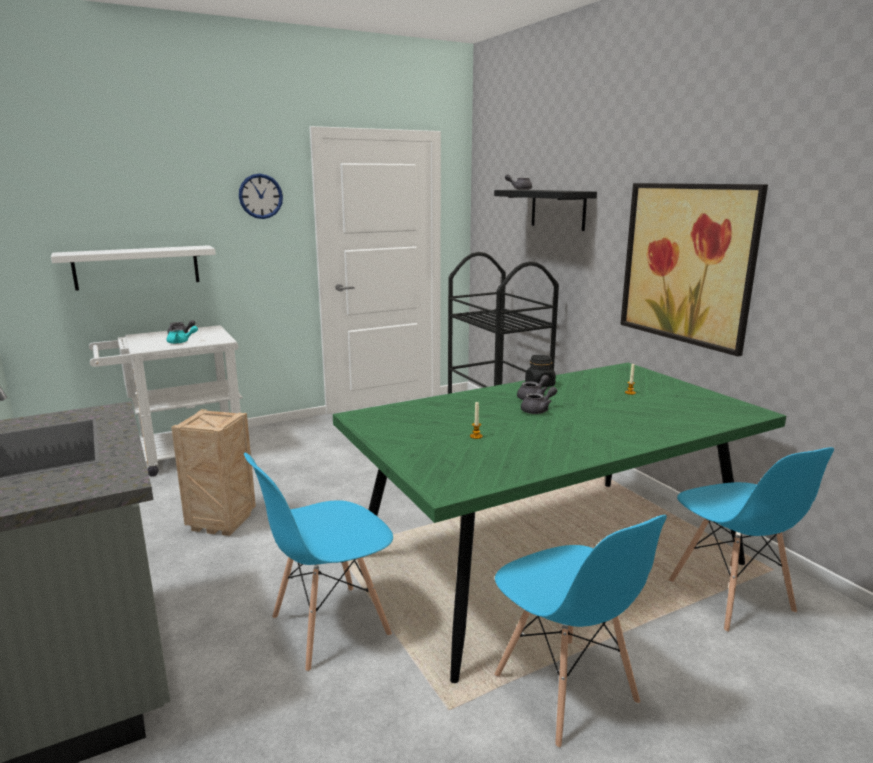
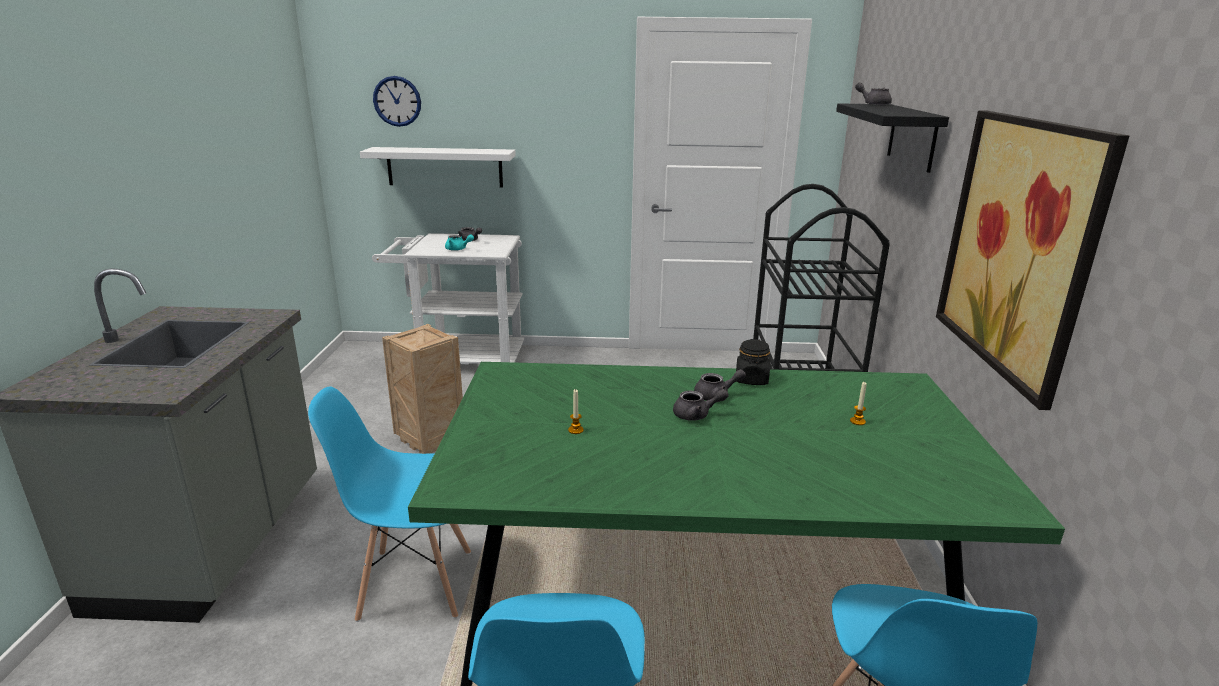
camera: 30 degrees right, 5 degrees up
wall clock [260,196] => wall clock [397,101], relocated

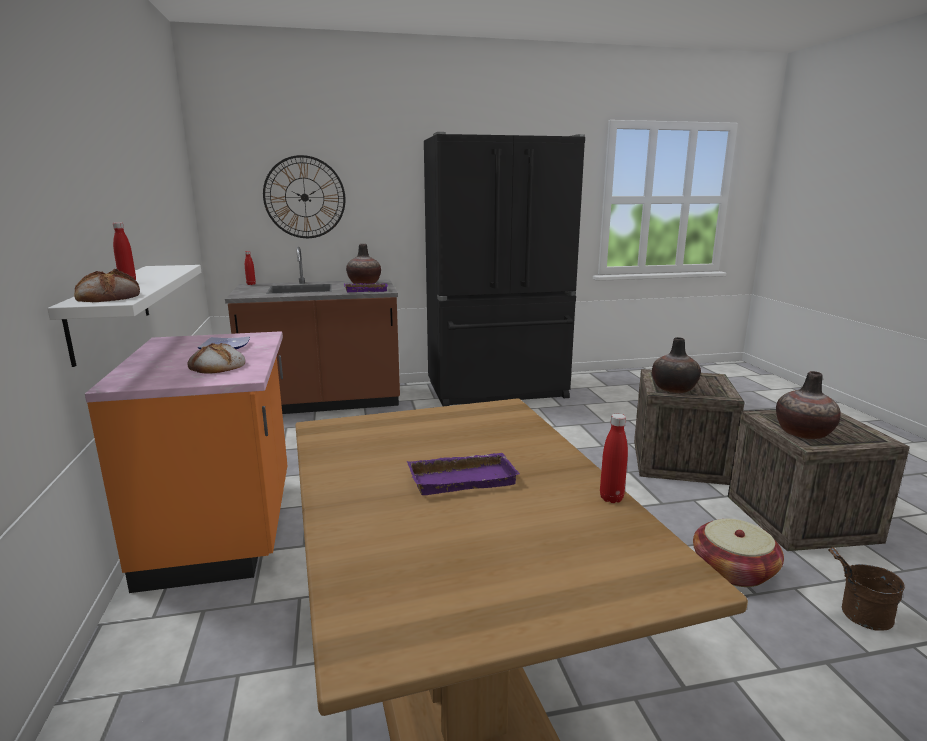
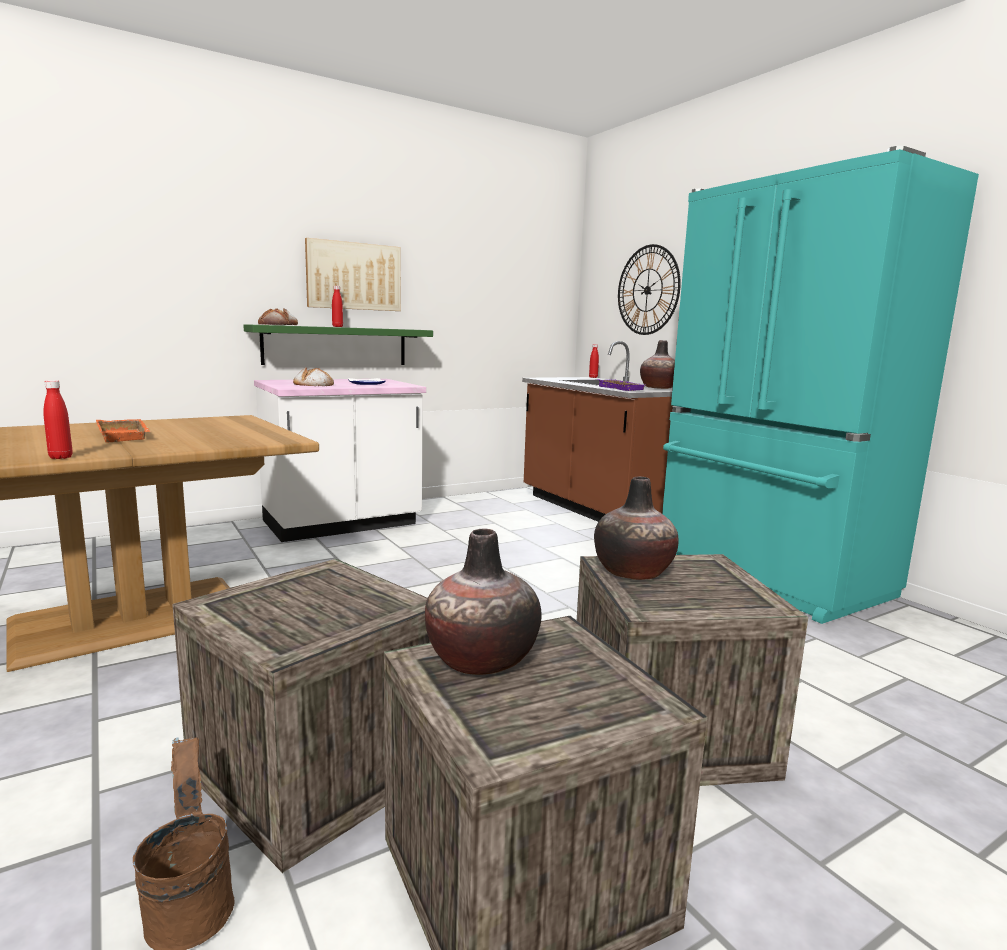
camera: 70 degrees right, 5 degrees down
black fridge [498,390] => turquoise fridge [767,576]
white shelf [111,309] => green shelf [336,346]
orange counter [224,529] => white counter [342,524]
purple tray [462,478] => orange tray [126,436]
basket [733,570] => crate [316,770]
nothing => picture [353,276]

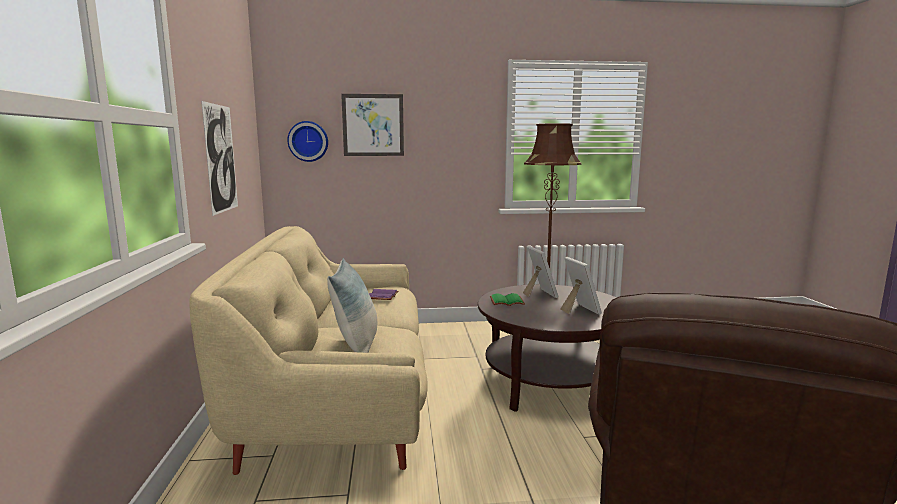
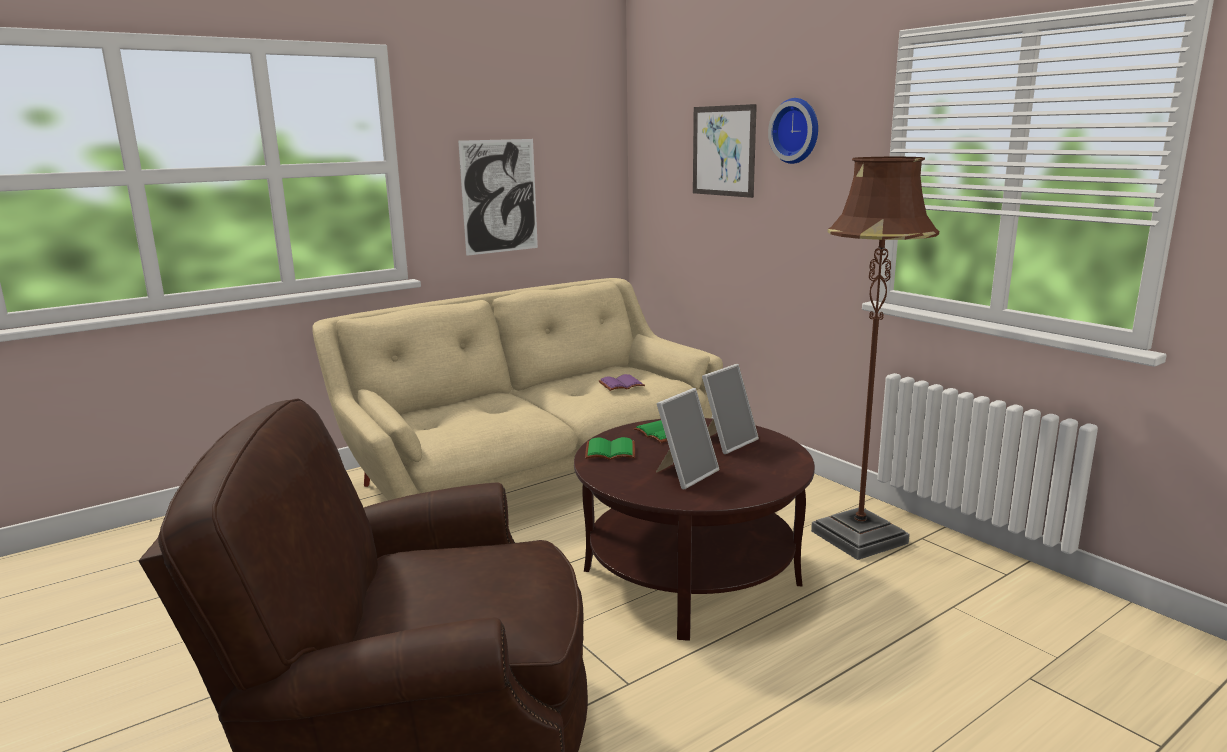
camera: 60 degrees right, 5 degrees up
wall clock [308,141] => wall clock [797,131], relocated
pillow [357,345] => nothing
nothing => green book [609,452]

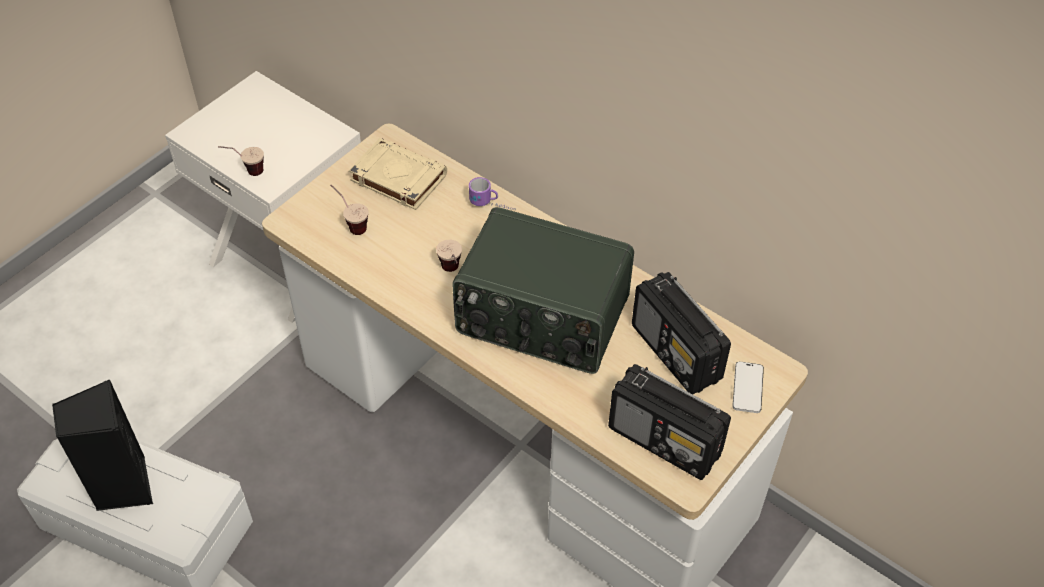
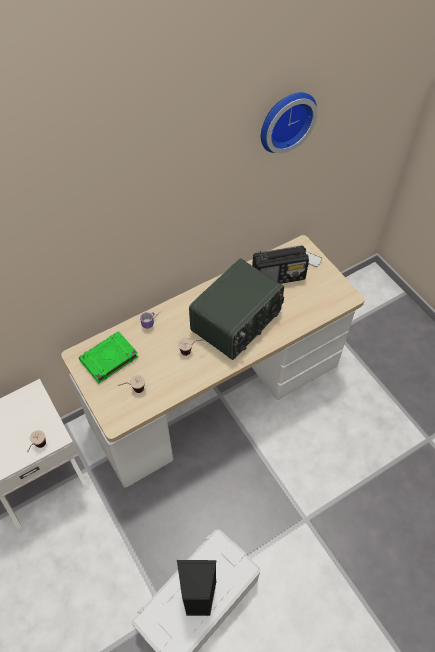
camera: 70 degrees left, 5 degrees up
beige book [397,178] => green book [108,359]
radio [665,441] => nothing
nothing => wall clock [285,120]

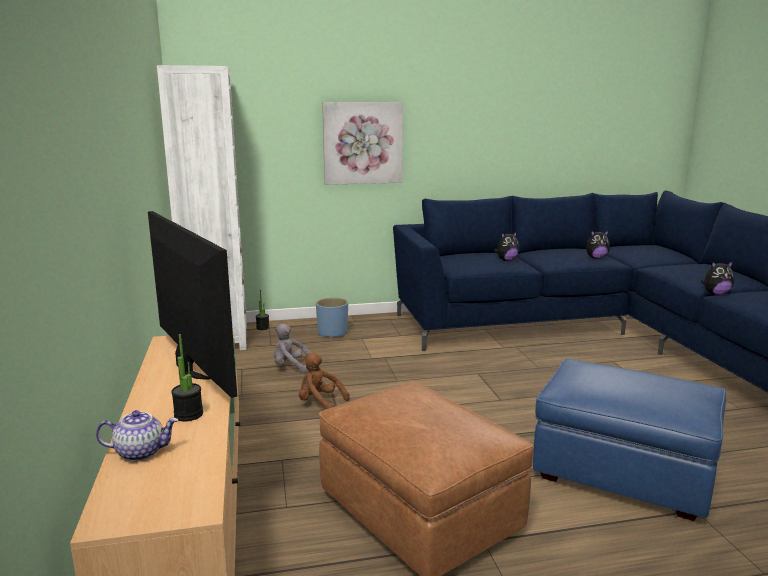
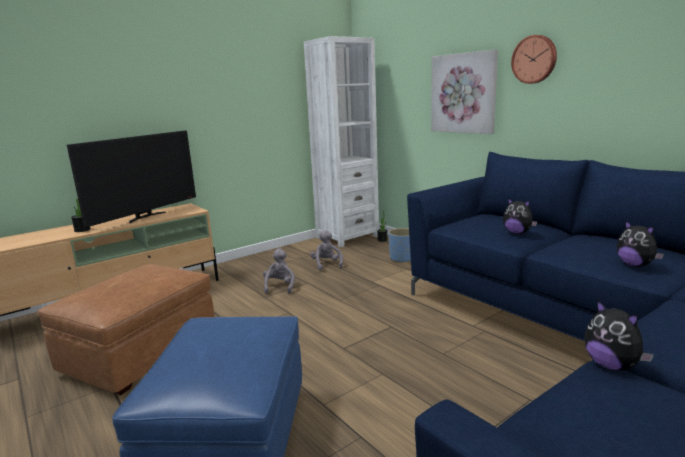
camera: 65 degrees right, 0 degrees up
brown plush toy [320,402] => grey plush toy [280,287]
teapot [141,452] => nothing
nothing => wall clock [534,59]

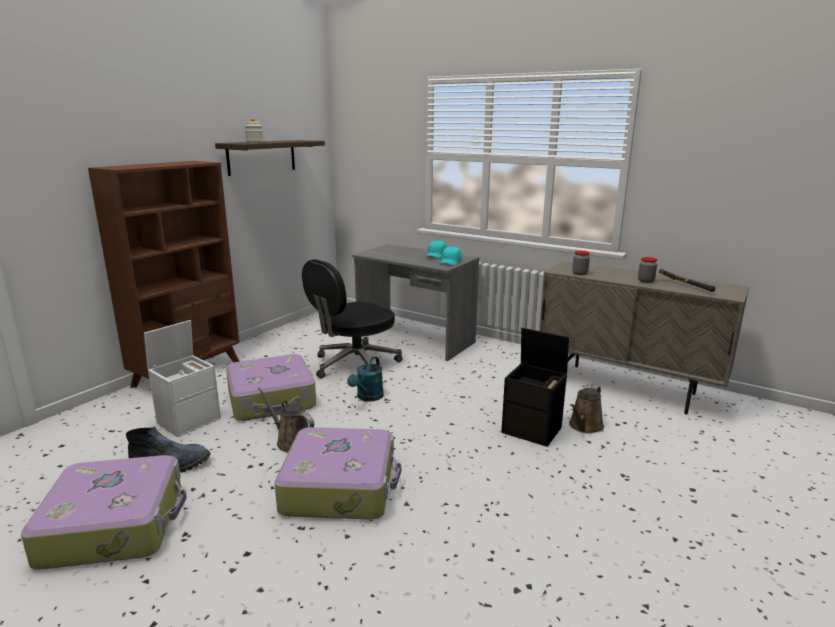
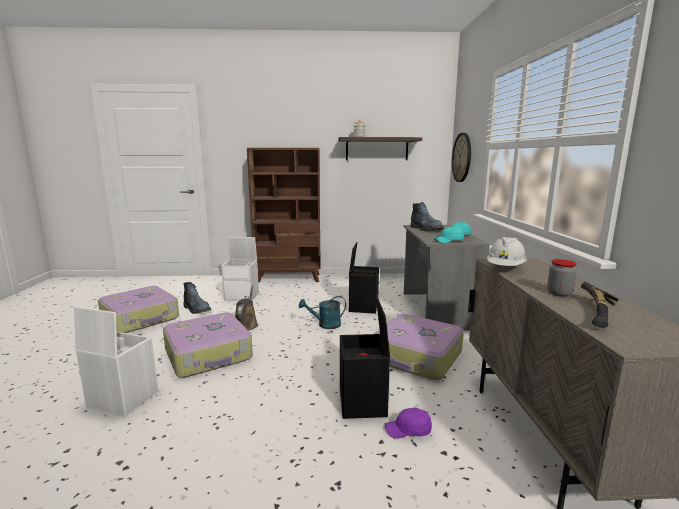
camera: 55 degrees right, 5 degrees down
jar [579,273] => white hard hat [505,268]
black office chair [354,365] => black storage box [363,306]
suitcase [272,399] => suitcase [417,357], relocated
brown watering can [584,426] => purple cap [408,431]
nothing => wall clock [462,157]
nothing => boot [426,229]
nothing => white storage box [121,399]

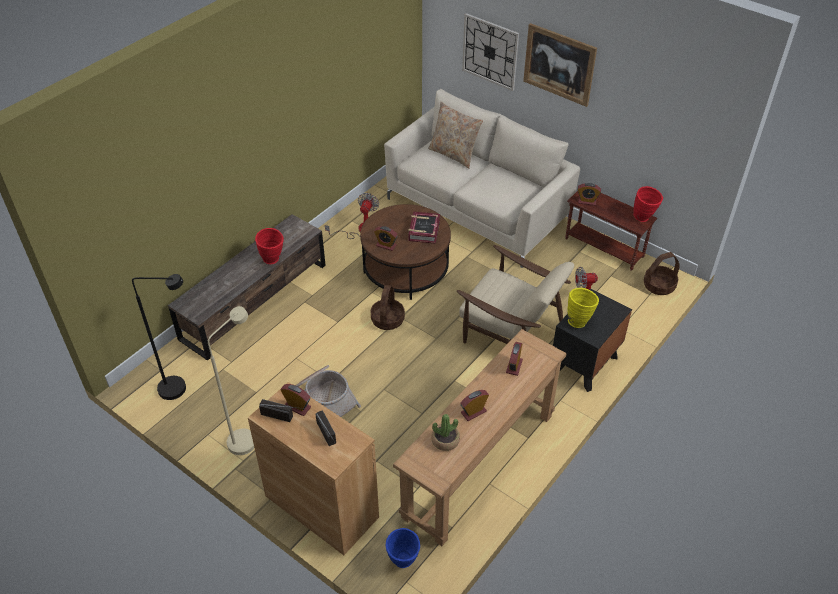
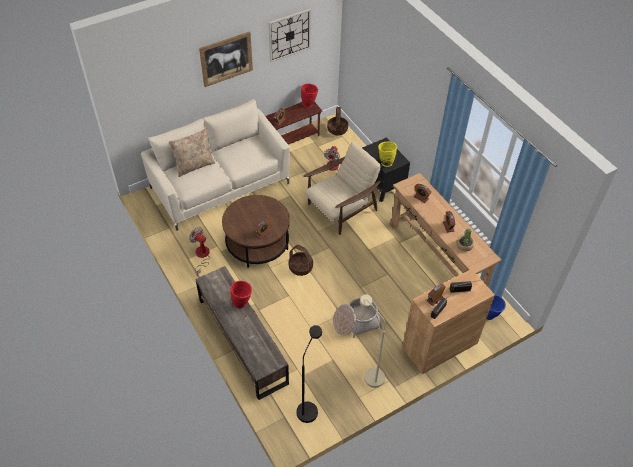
camera: 70 degrees left, 5 degrees up
wall clock [490,51] => wall clock [289,35], relocated
book [423,230] => nothing

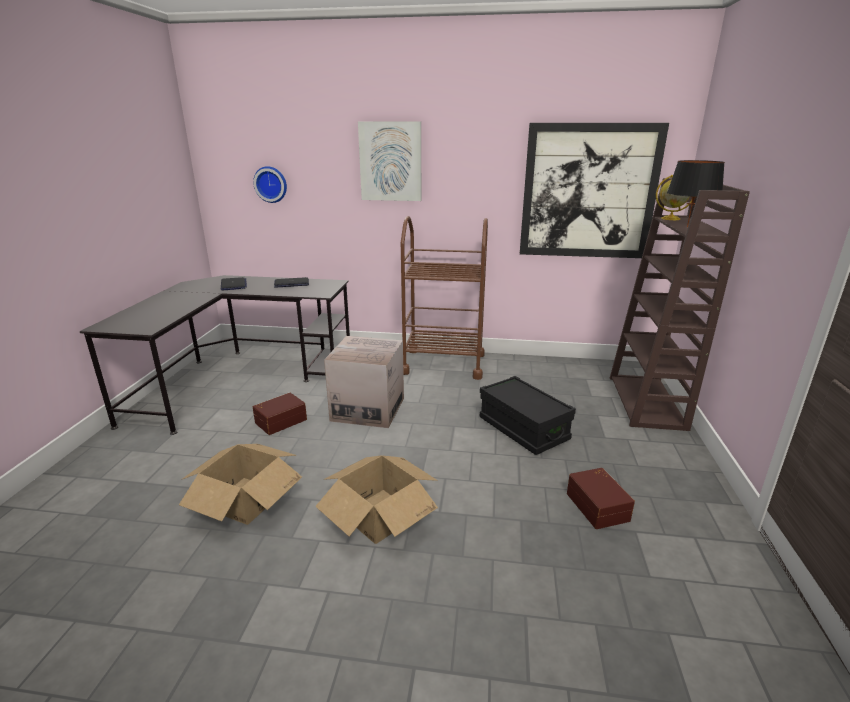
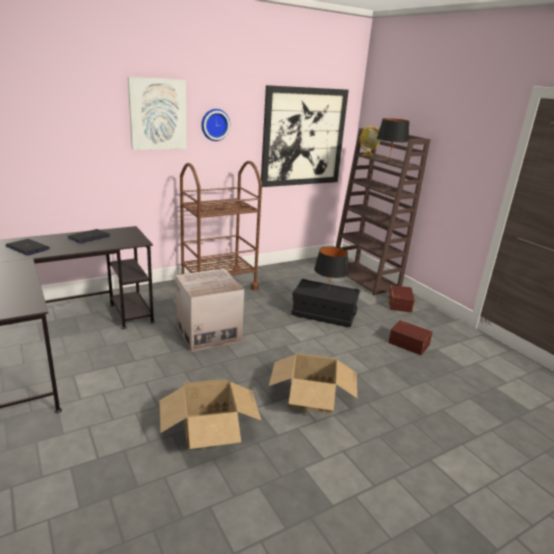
camera: 40 degrees left, 0 degrees up
wall clock [271,184] => wall clock [214,124], relocated
brown storage box [280,421] => brown storage box [399,304], relocated
nothing => black table lamp [328,291]

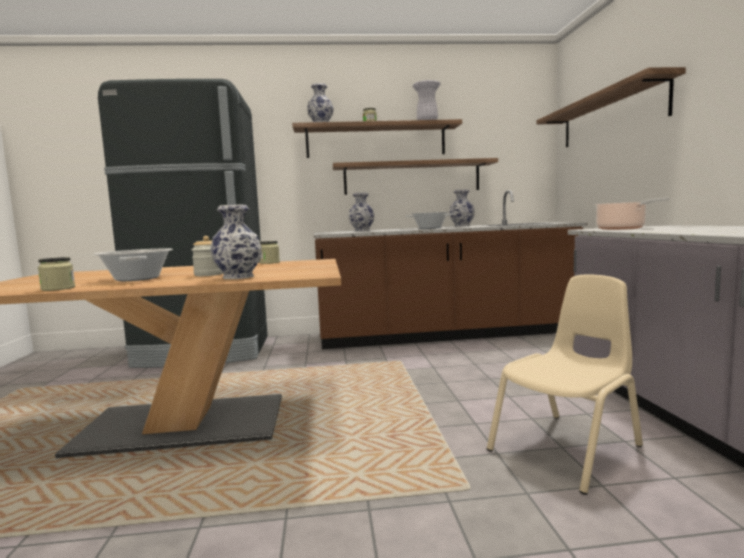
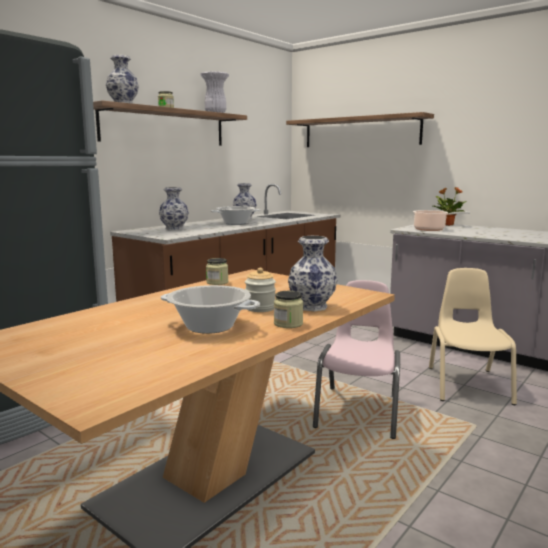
camera: 45 degrees left, 5 degrees up
shelf [412,178] => nothing
jar [58,288] => jar [288,324], relocated
nothing => potted plant [447,225]
nothing => pink chair [359,411]

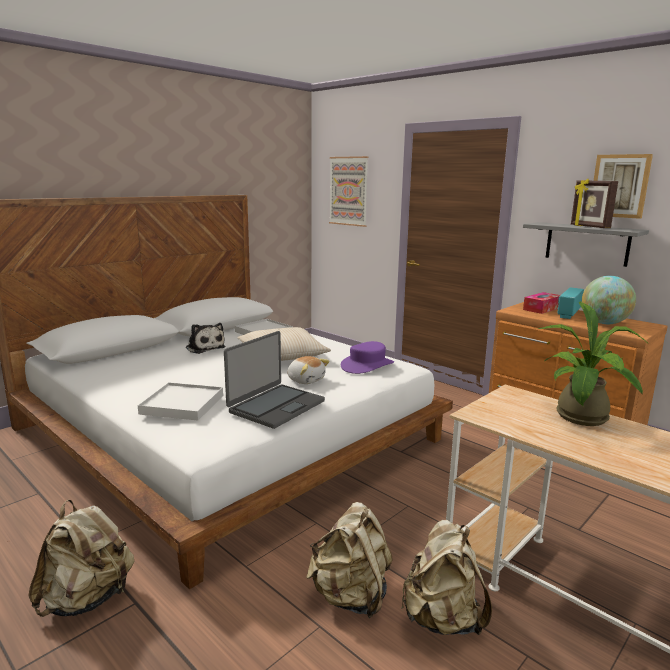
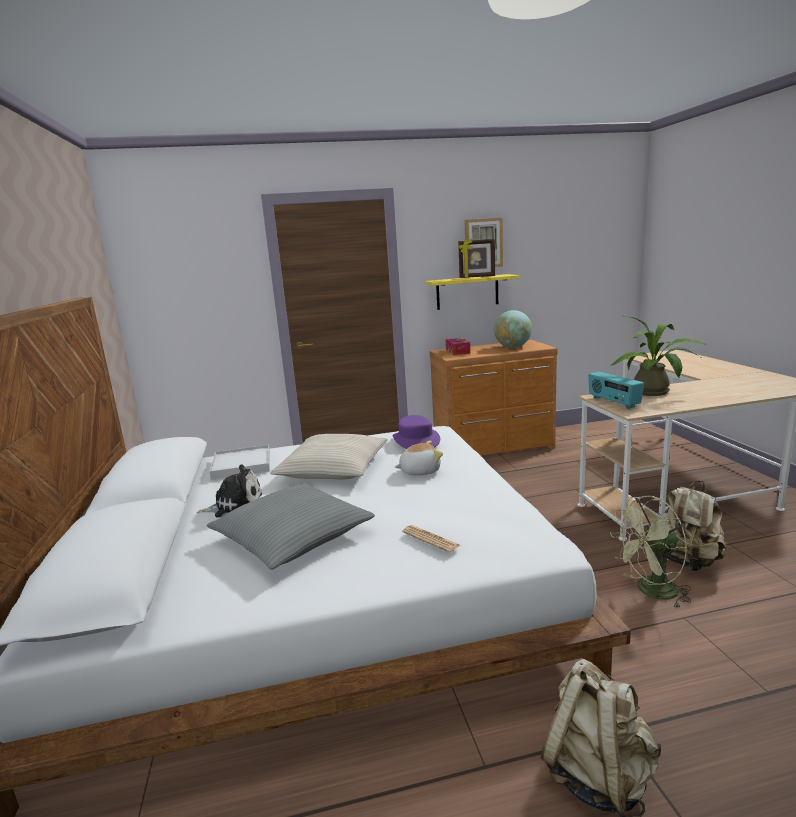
camera: 55 degrees left, 0 degrees up
picture [348,191] => nothing
grey shelf [587,244] => yellow shelf [467,292]
radio [568,314] => radio [613,402], relocated
laptop [276,406] => nothing
white tray [182,404] => newspaper [430,539]
beige backpack [351,596] => green fan [650,592]
nothing => grey pillow [292,537]

